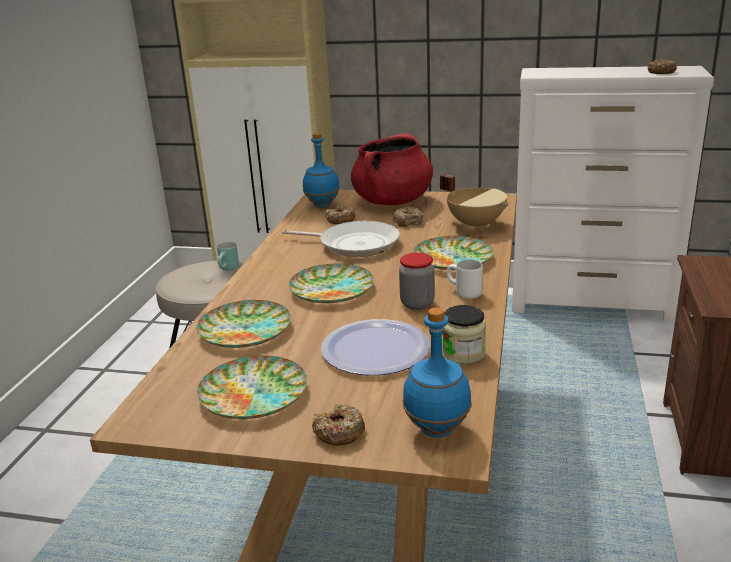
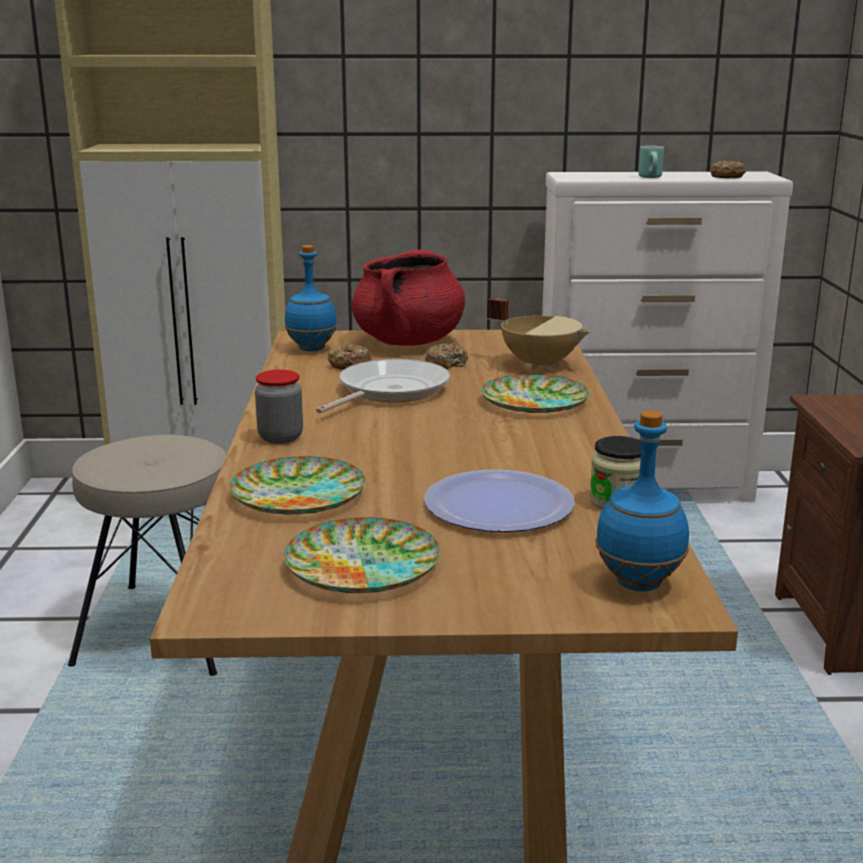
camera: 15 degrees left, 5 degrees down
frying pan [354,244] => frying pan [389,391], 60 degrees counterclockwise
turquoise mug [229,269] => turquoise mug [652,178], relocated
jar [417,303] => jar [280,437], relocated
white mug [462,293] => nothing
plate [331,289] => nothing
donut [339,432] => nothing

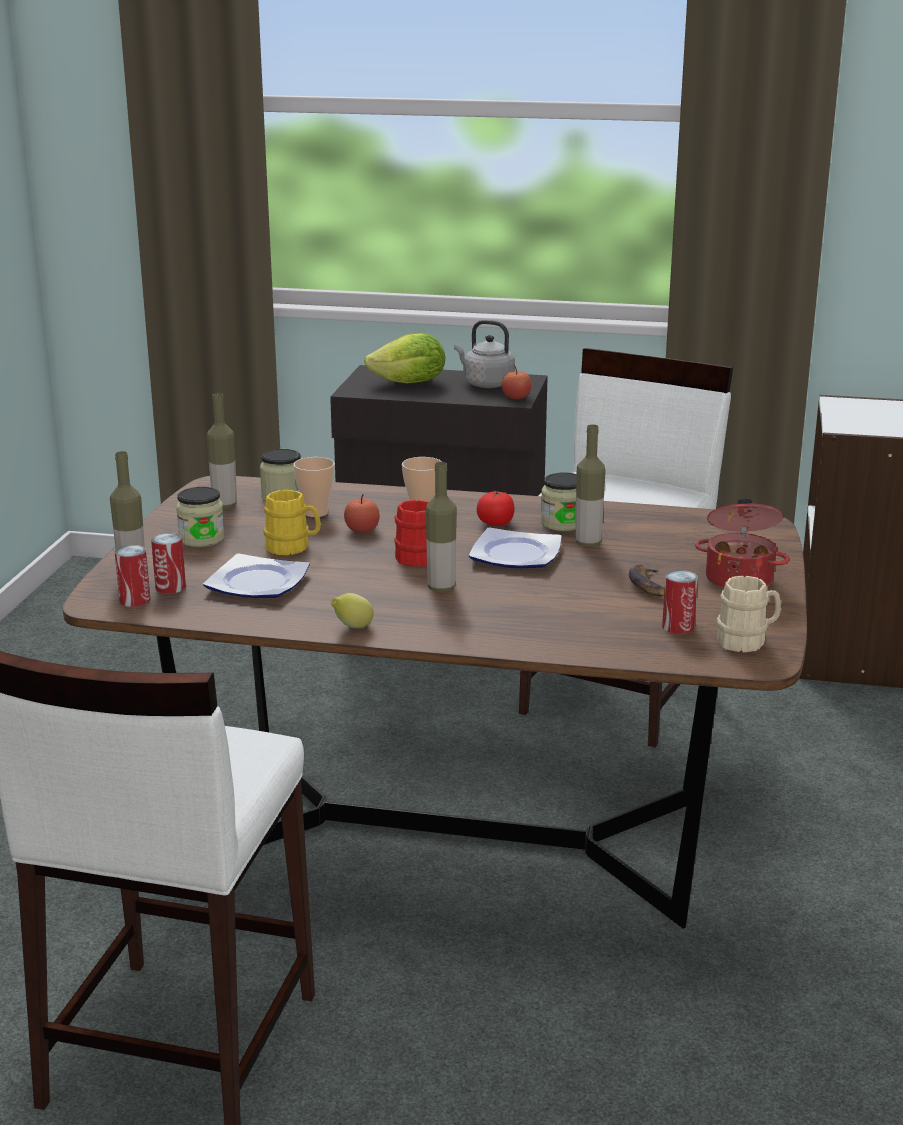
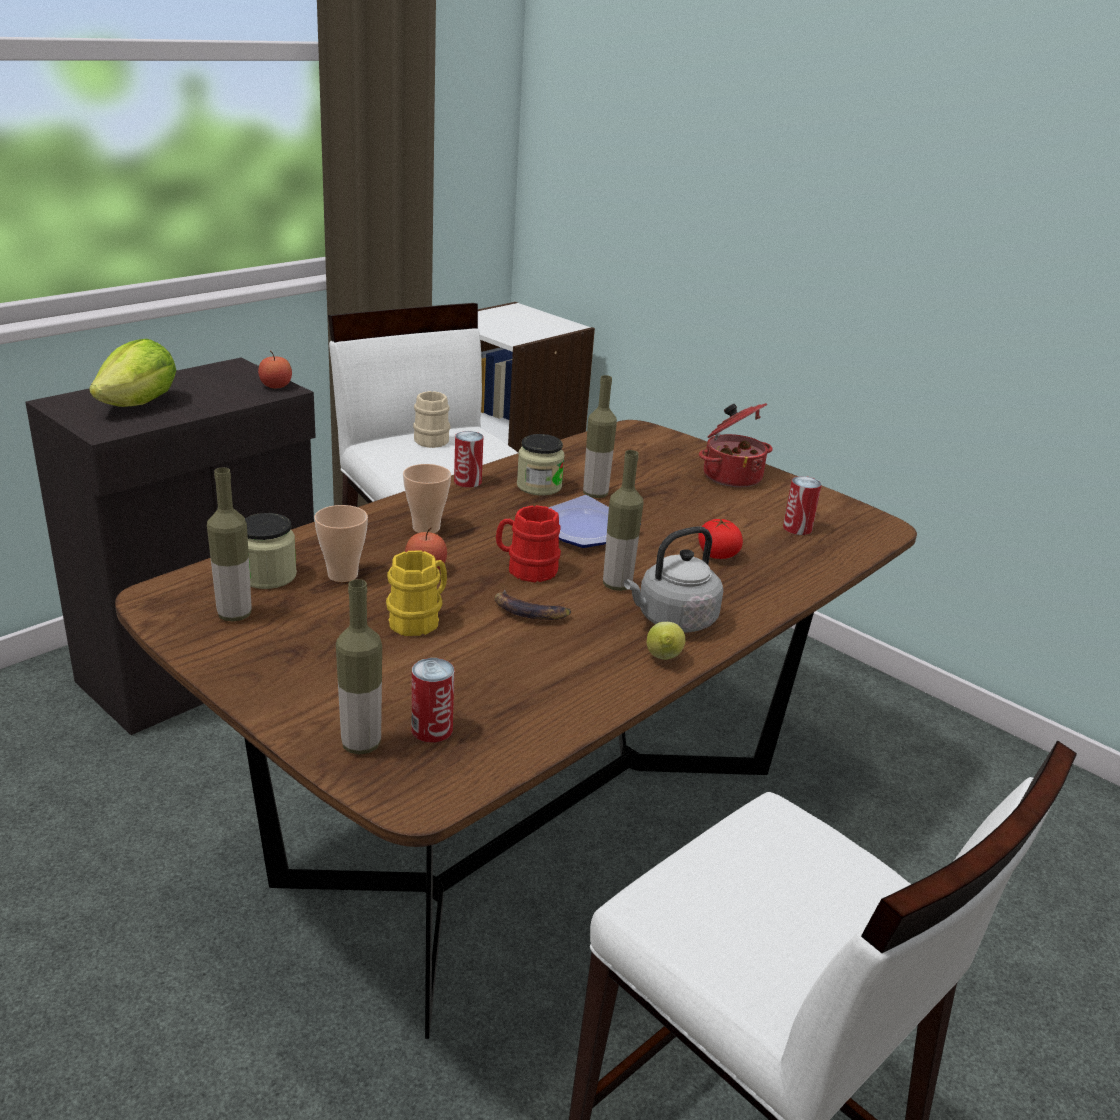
camera: 60 degrees left, 5 degrees up
grey kettle [485,384] => grey kettle [673,620], relocated
jar [201,539] => nothing
tomato [495,523] => tomato [717,555], relocated
can [135,600] => can [467,481], relocated
plate [260,583] => nothing
banana [649,586] => banana [529,611], relocated
beige mug [747,641] => beige mug [433,439], relocated

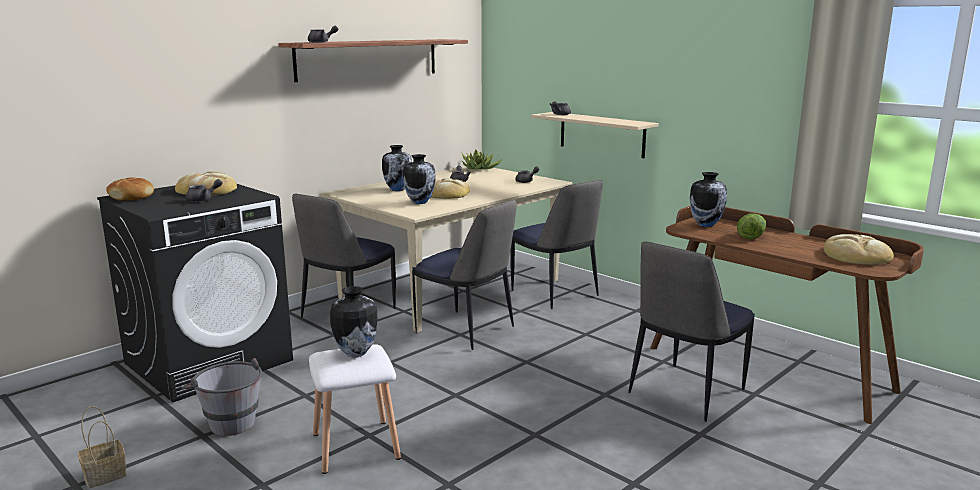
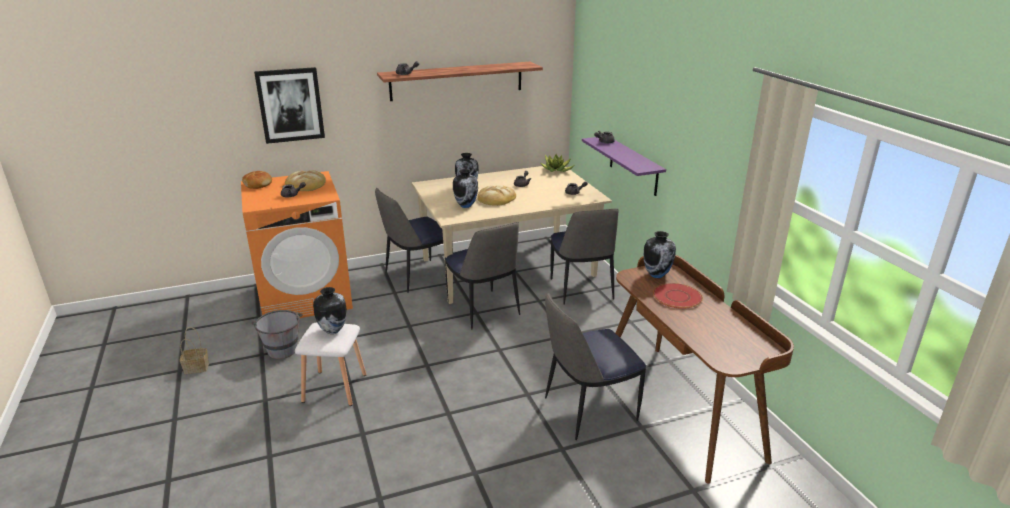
camera: 25 degrees right, 10 degrees up
beige shelf [601,134] => purple shelf [633,165]
black washing machine [209,361] => orange washing machine [306,297]
lettuce [751,236] => red plate [677,297]
bread [856,255] => nothing
nothing => picture [290,105]

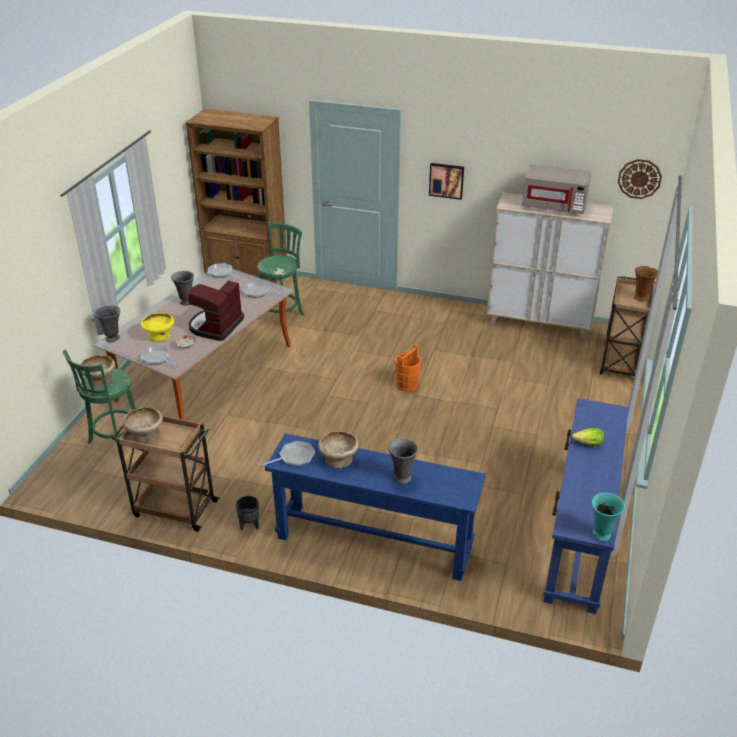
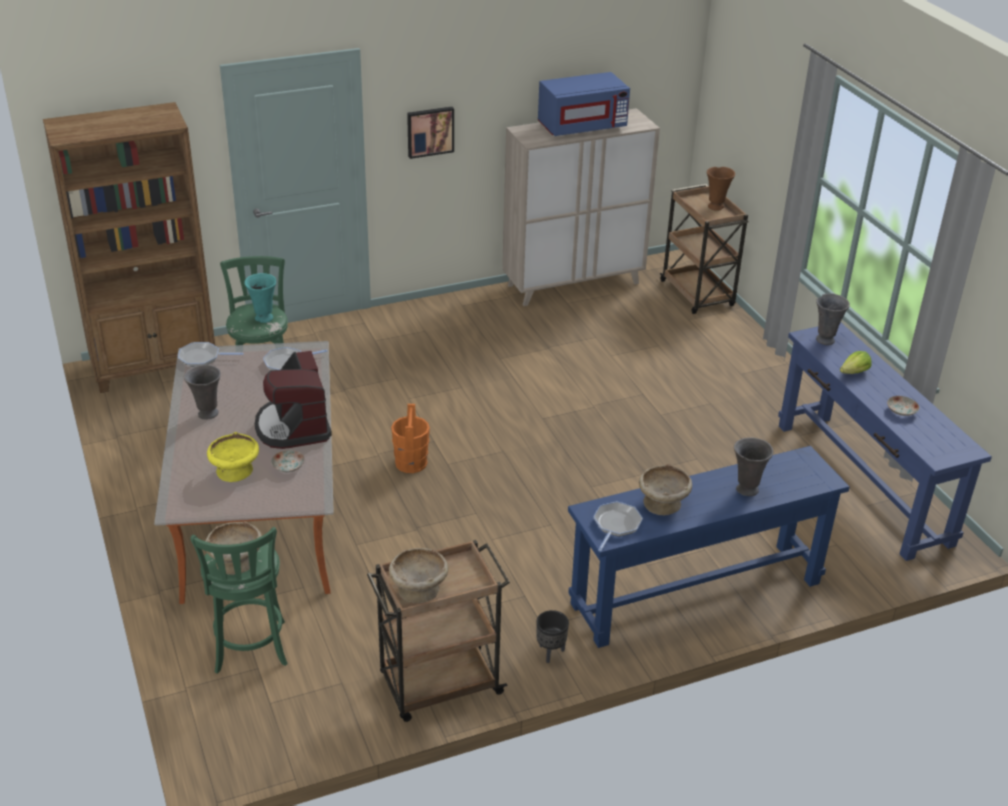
camera: 40 degrees left, 0 degrees up
wall clock [639,179] => nothing
grey microwave [554,206] => blue microwave [582,127]
grey vase [113,338] => grey vase [825,339], relocated
orange bucket [406,384] => orange bucket [411,463], relocated
frying pan [157,358] => nothing
turquoise vase [601,535] => turquoise vase [264,318], relocated
nothing => plate [901,411]

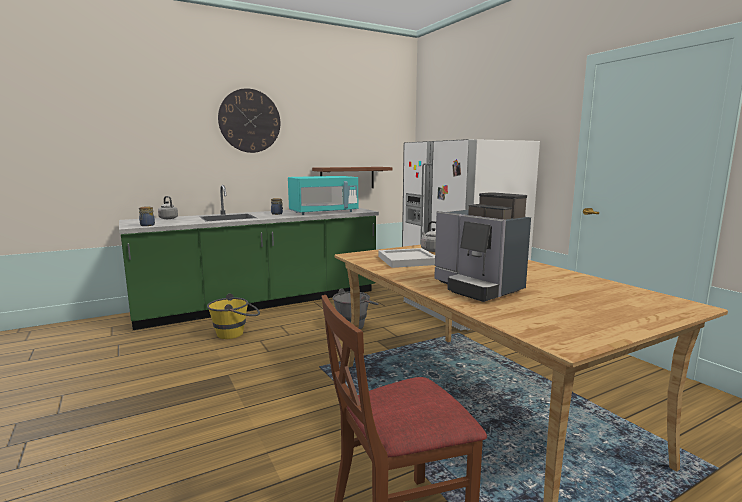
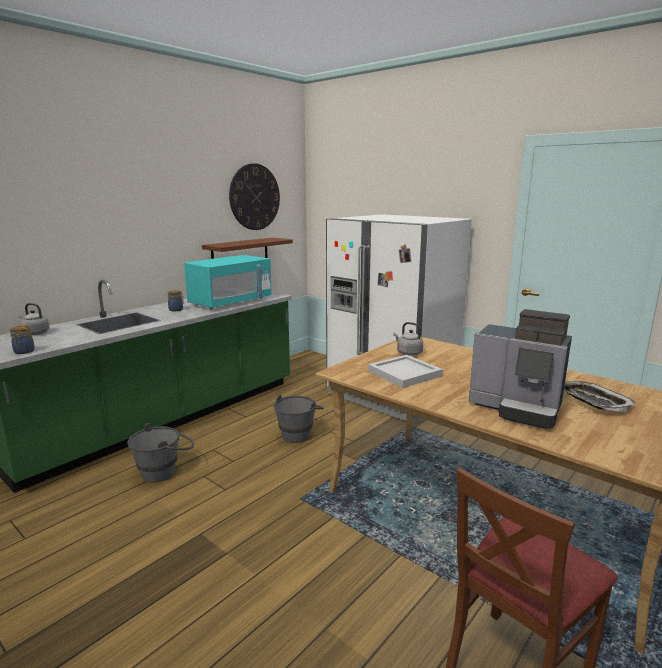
camera: 20 degrees left, 5 degrees up
wall clock [249,121] => wall clock [254,197], relocated
yellow bucket [236,333] => grey bucket [165,471]
nothing => tray [592,400]

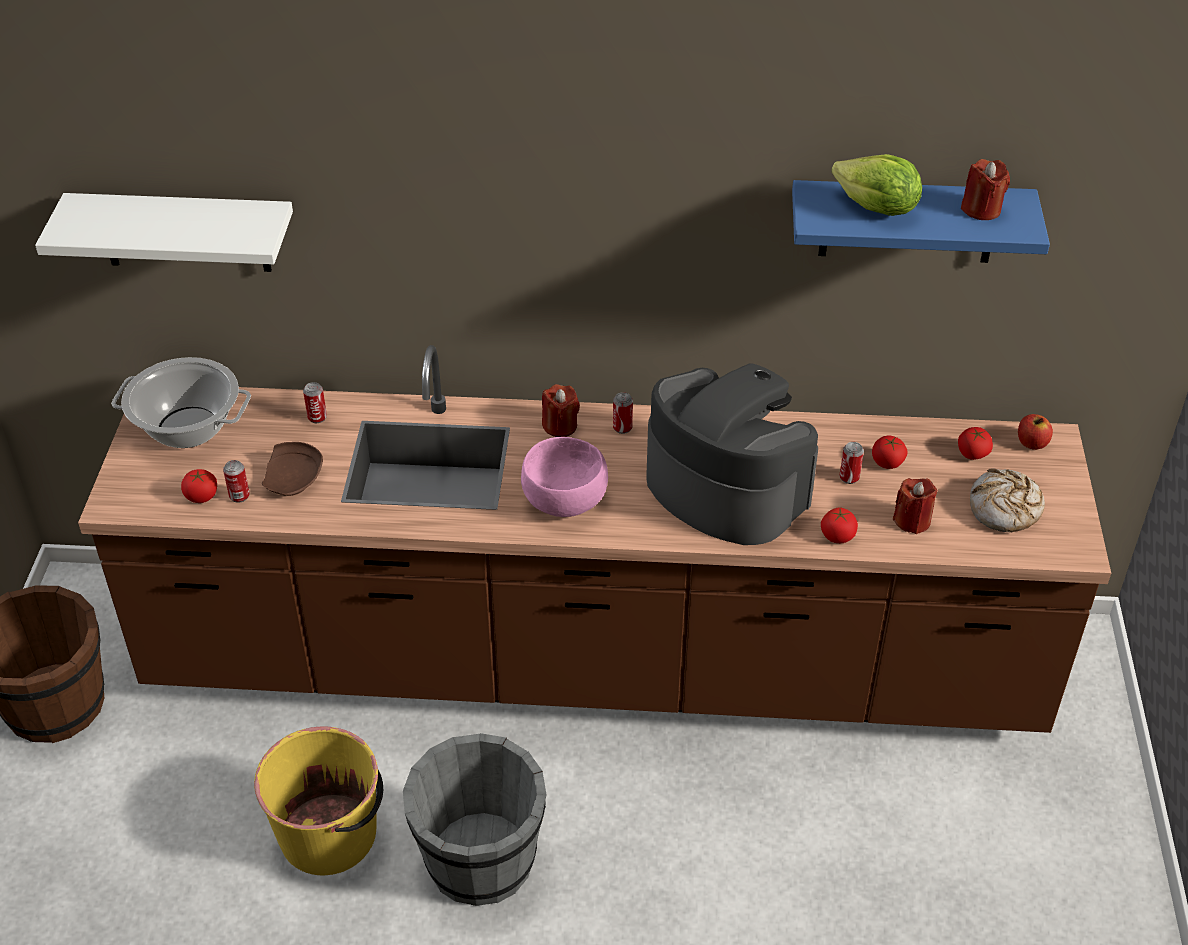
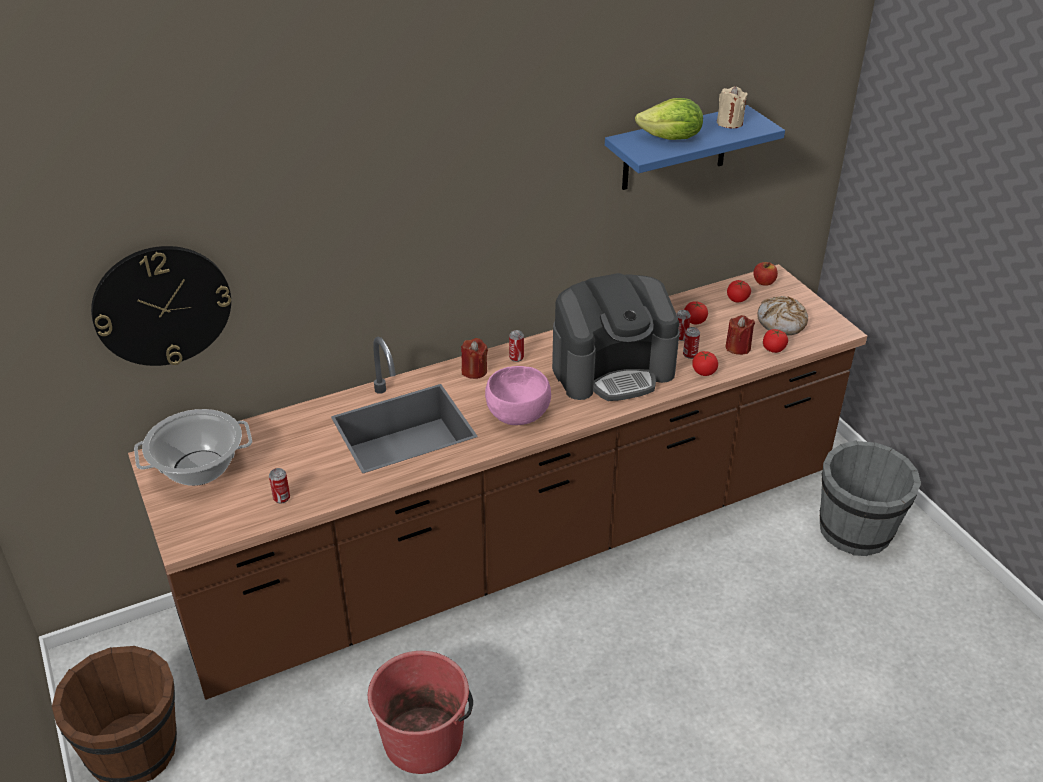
camera: 30 degrees left, 5 degrees down
red candle [981,209] => beige candle [729,123]
white shelf [184,232] => wall clock [162,306]
coffee machine [725,488] => coffee machine [613,369], 150 degrees clockwise
can [317,417] => can [690,354], relocated
brown plate [294,480] => nothing
tomato [201,496] => tomato [773,349], relocated
yellow bucket [330,834] => red bucket [424,739]
grey bucket [480,862] => grey bucket [856,531], relocated

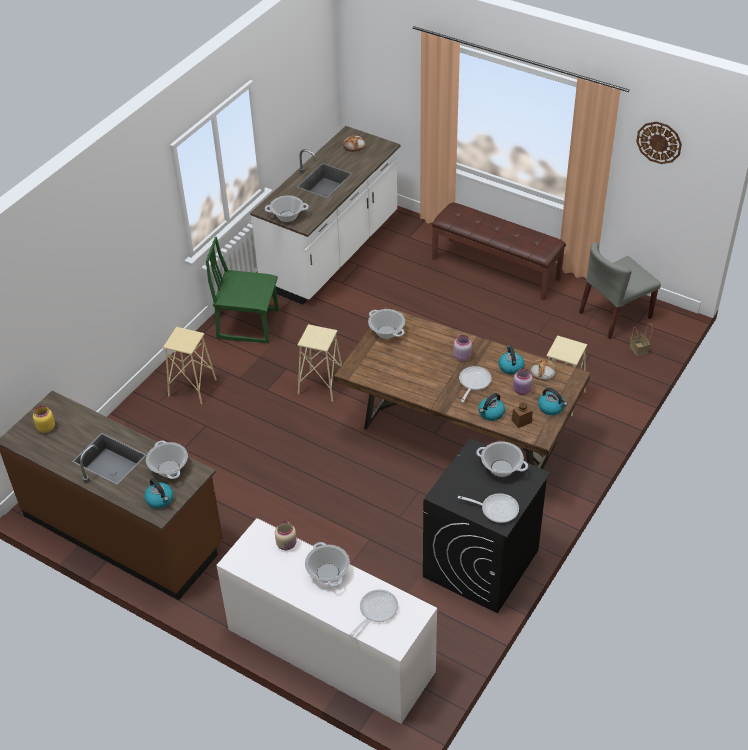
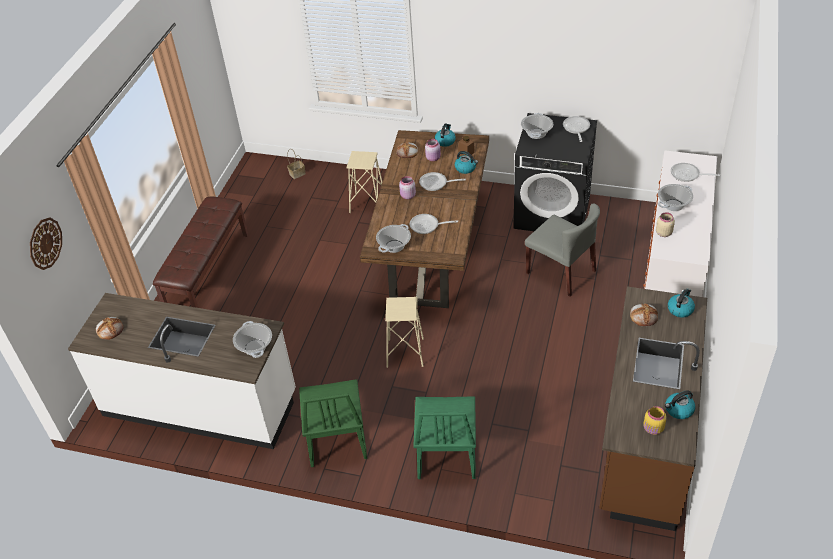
camera: 105 degrees left, 0 degrees up
wall clock [659,142] => wall clock [45,243], relocated
grey chair [615,315] => grey chair [561,272], relocated
beige stool [192,387] => green chair [445,454]
kettle [510,367] => kettle [678,410], relocated
cooking pot [169,468] => bread [644,316]
nothing => frying pan [427,226]

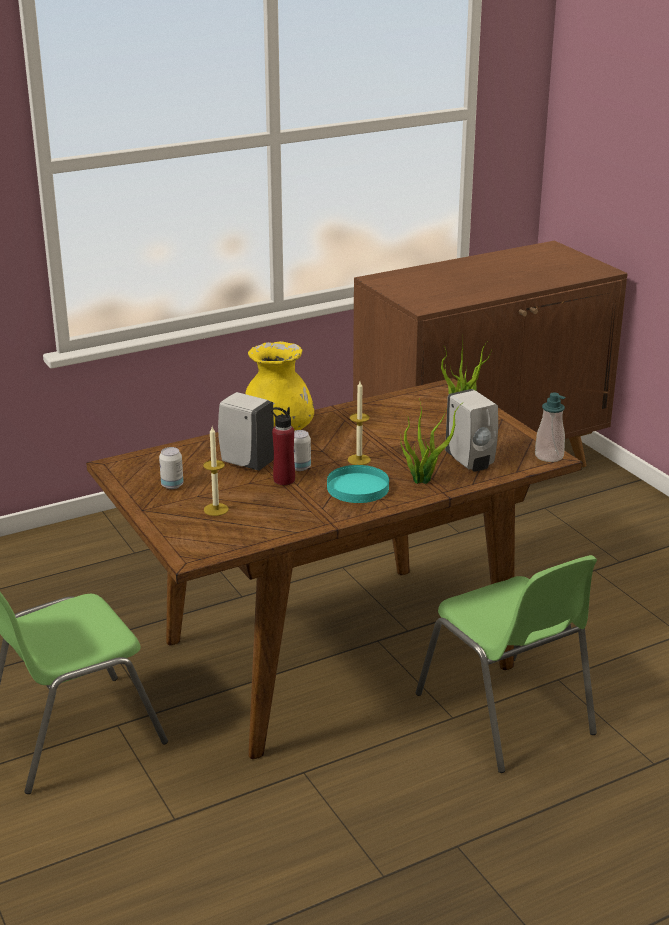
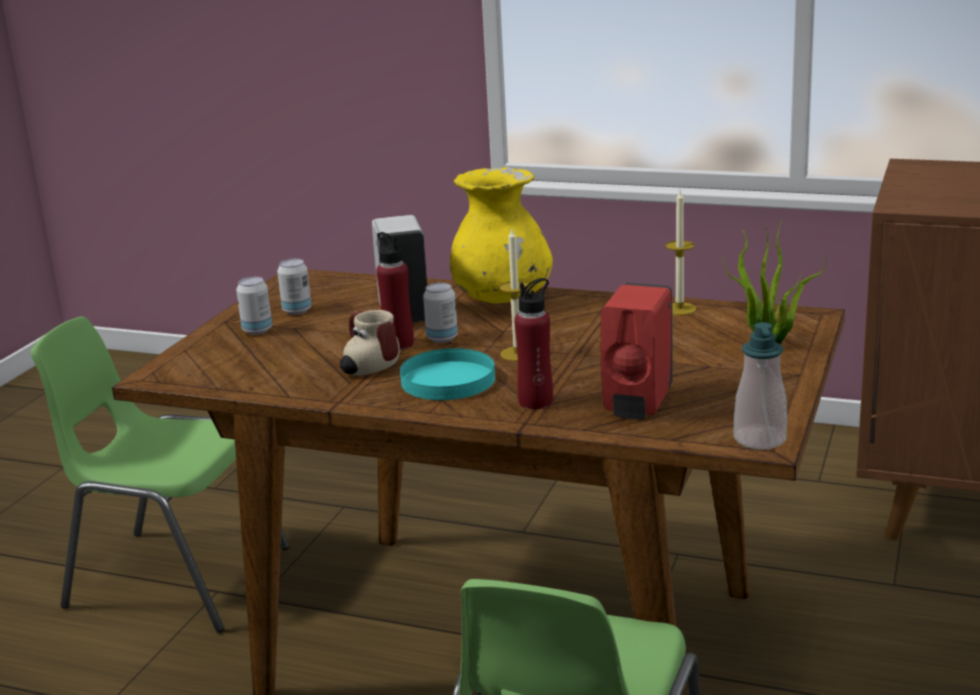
camera: 50 degrees right, 5 degrees down
white soap dispenser [470,462] => red soap dispenser [637,405]
potted plant [424,480] => red bottle [536,402]
candle [216,509] => candle [679,309], relocated
nothing => can [257,330]
nothing => mug [365,366]

